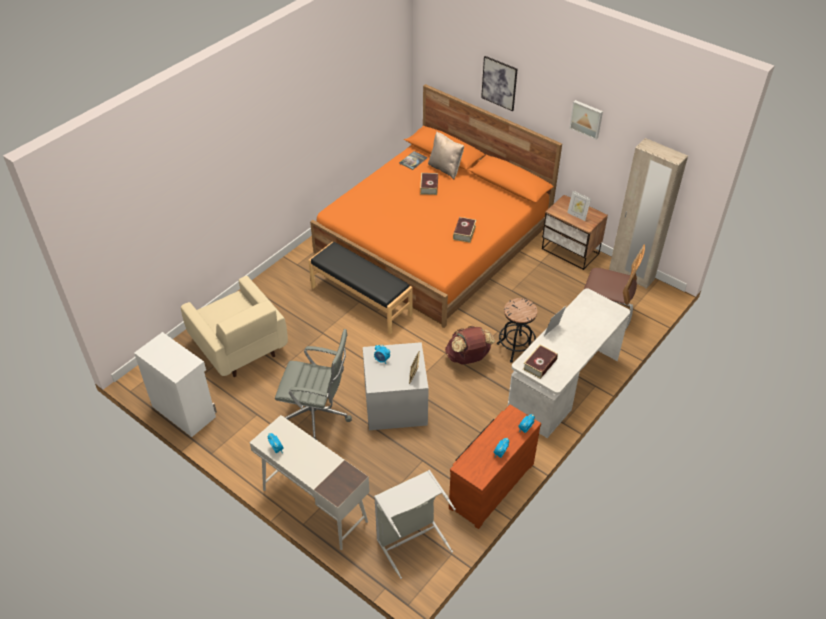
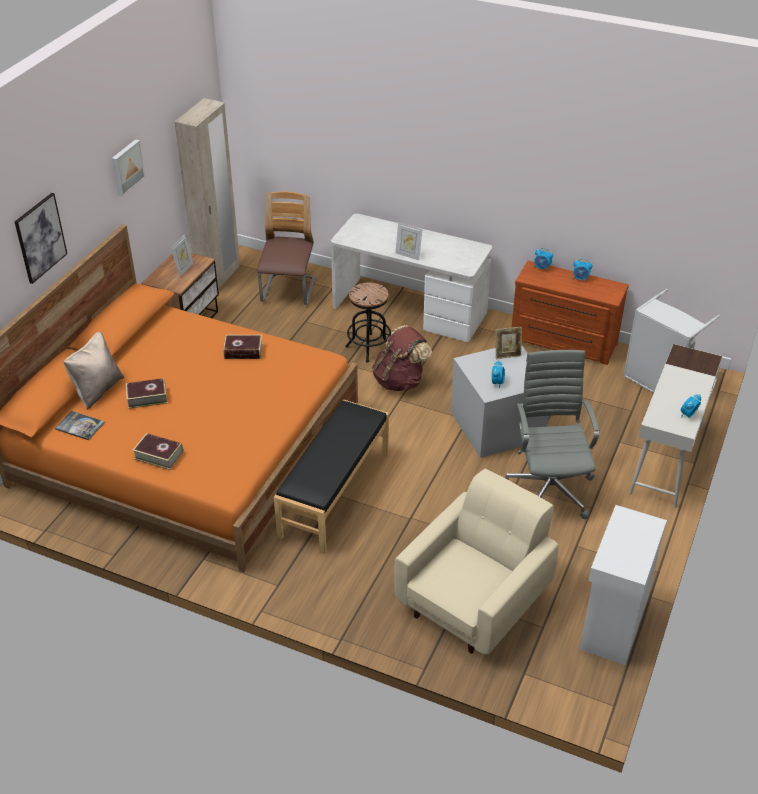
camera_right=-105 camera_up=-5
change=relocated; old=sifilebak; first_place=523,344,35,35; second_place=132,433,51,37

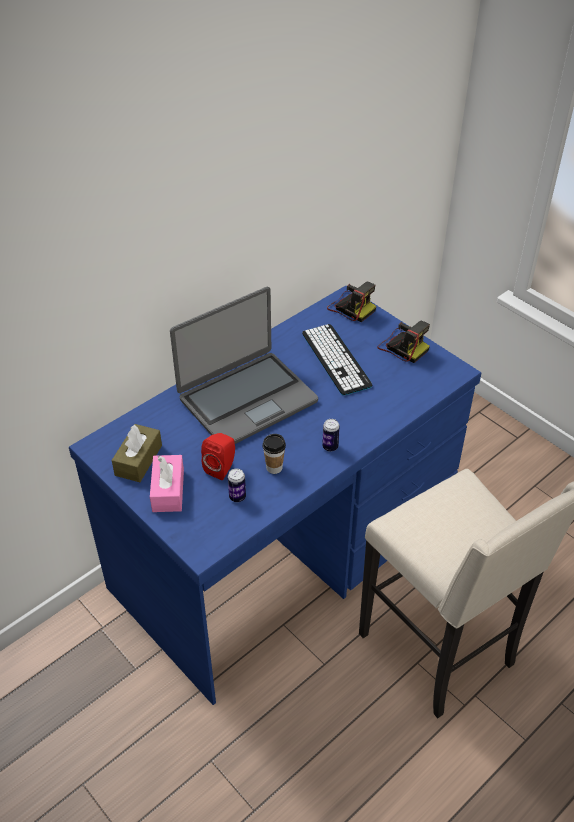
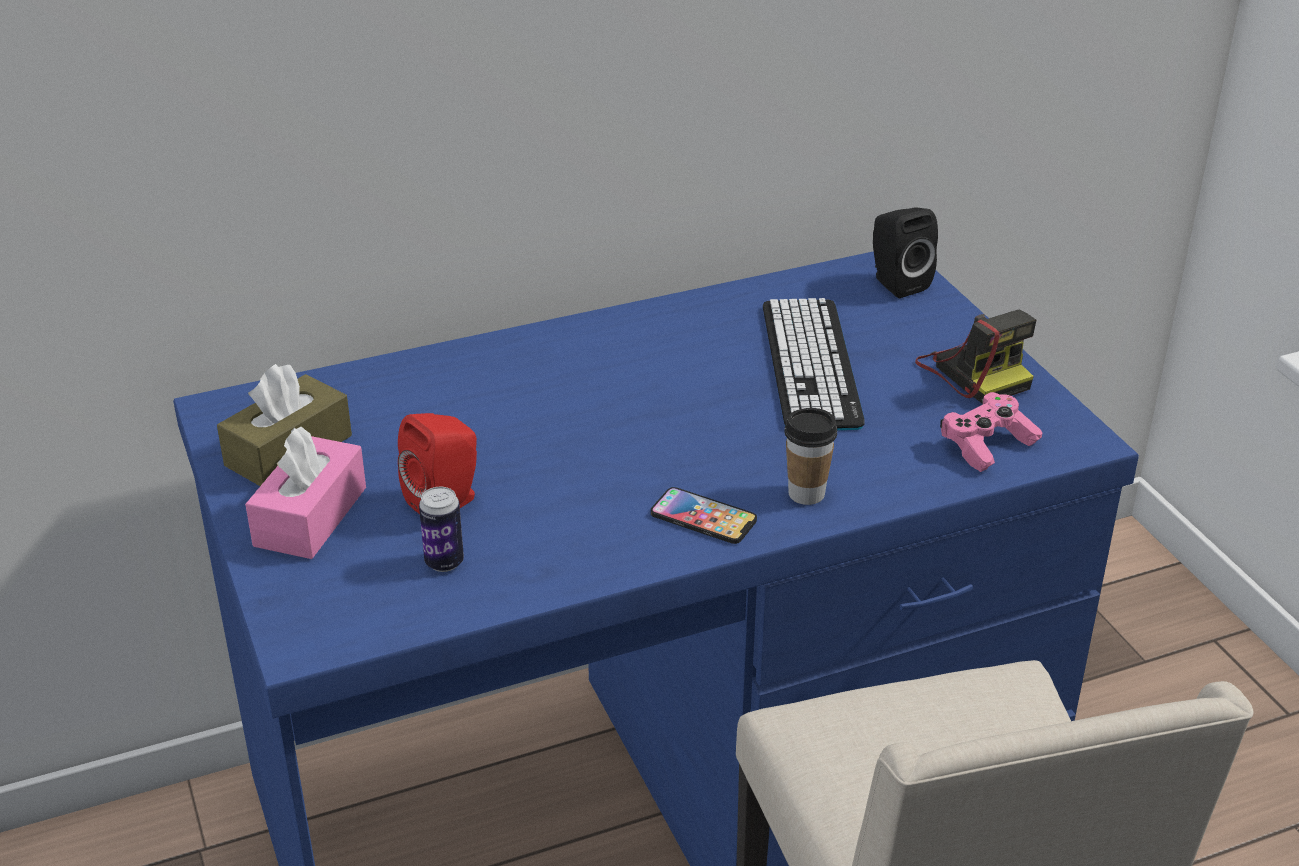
camera_right=20 camera_up=-10
change=exchanged; old=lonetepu; new=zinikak; first_place=322,419,18,33; second_place=651,487,106,57
change=relocated; old=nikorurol; first_place=262,434,24,40; second_place=784,408,53,97
change=exchanged; old=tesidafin; new=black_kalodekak; first_place=327,282,49,40; second_place=873,207,65,91
change=appeared; new=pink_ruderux; second_place=940,392,102,80
change=missing; old=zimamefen; first_place=170,287,148,157

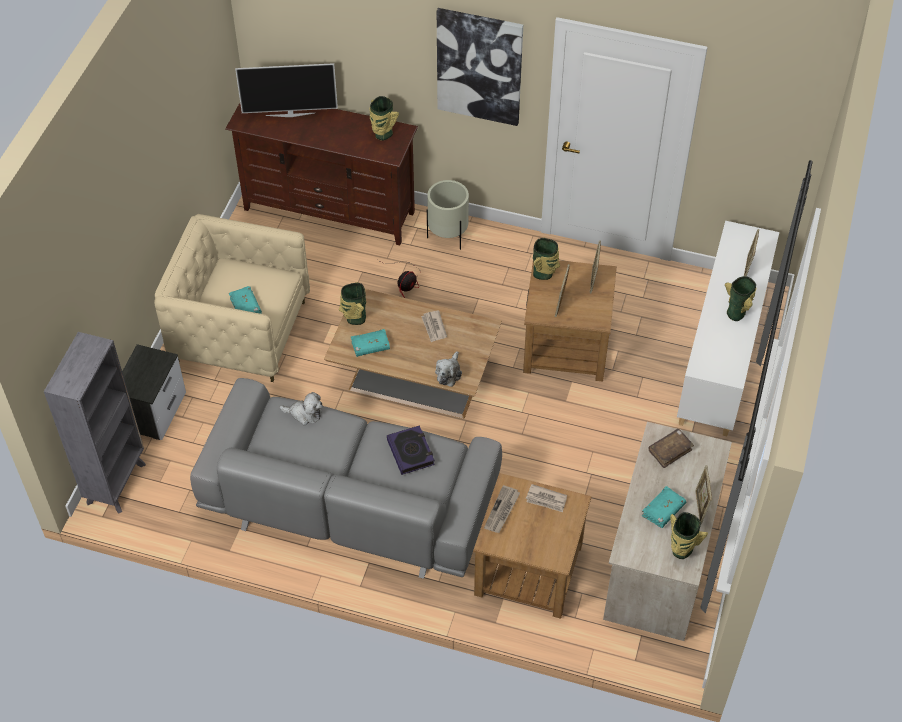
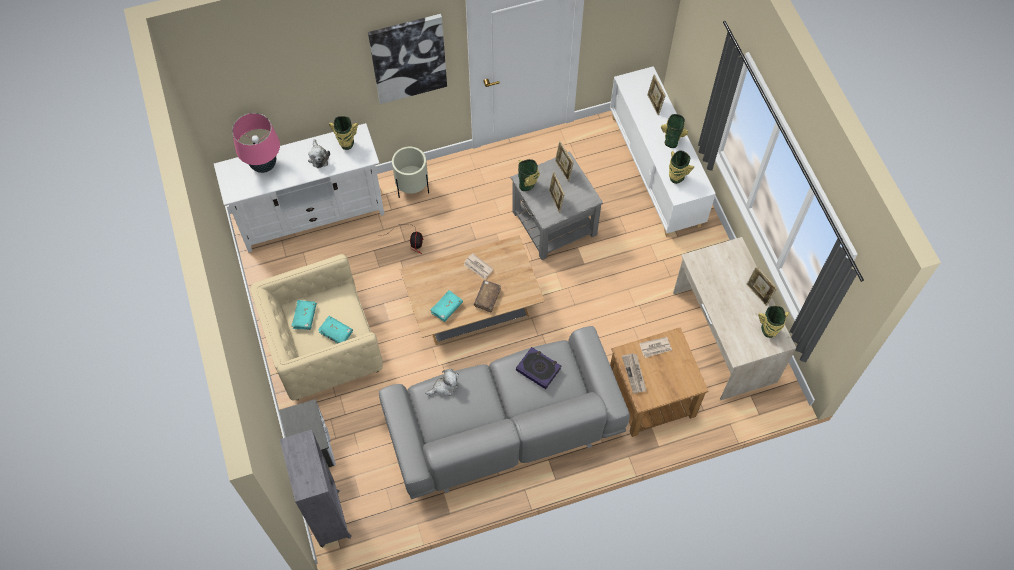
camera_right=-35 camera_up=10
change=colour; old=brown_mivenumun; new=white_mivenumun; first_place=225,103,193,143; second_place=214,123,171,130
change=exchanged; old=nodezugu; new=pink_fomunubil; first_place=235,63,103,54; second_place=232,113,48,60
change=relocated; old=turquoise_sifilebak; first_place=642,486,44,42; second_place=291,300,26,30
change=relocated; old=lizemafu; first_place=435,351,27,36; second_place=308,139,22,29
change=relocated; old=brown_sifilebak; first_place=649,429,45,39; second_place=474,280,27,32
change=colour; old=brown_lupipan; new=grey_lupipan; first_place=523,260,94,122; second_place=511,151,92,109
change=relocated; old=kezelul; first_place=339,282,27,43; second_place=669,150,25,34

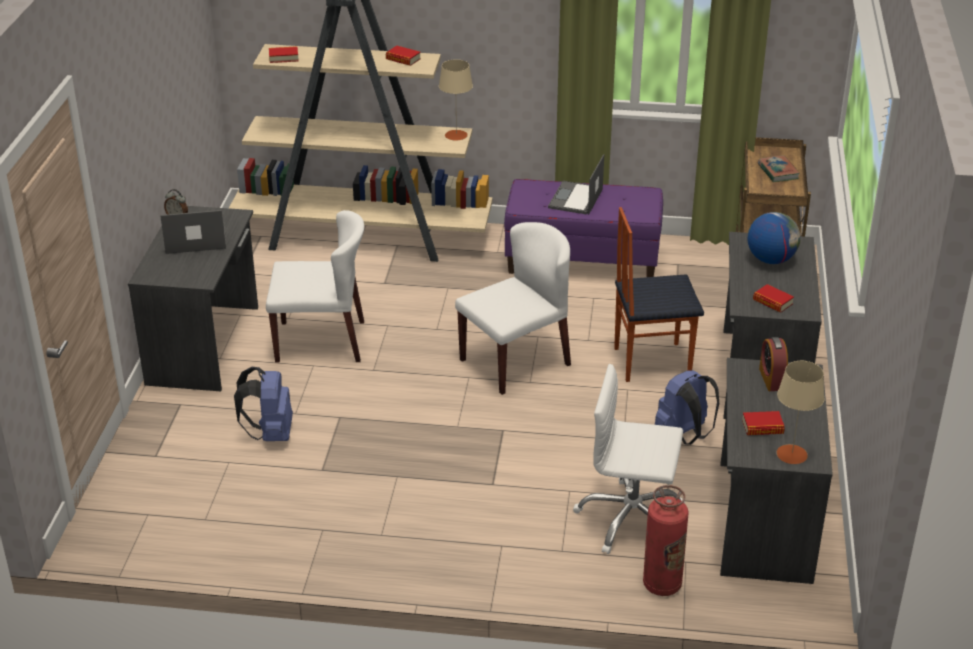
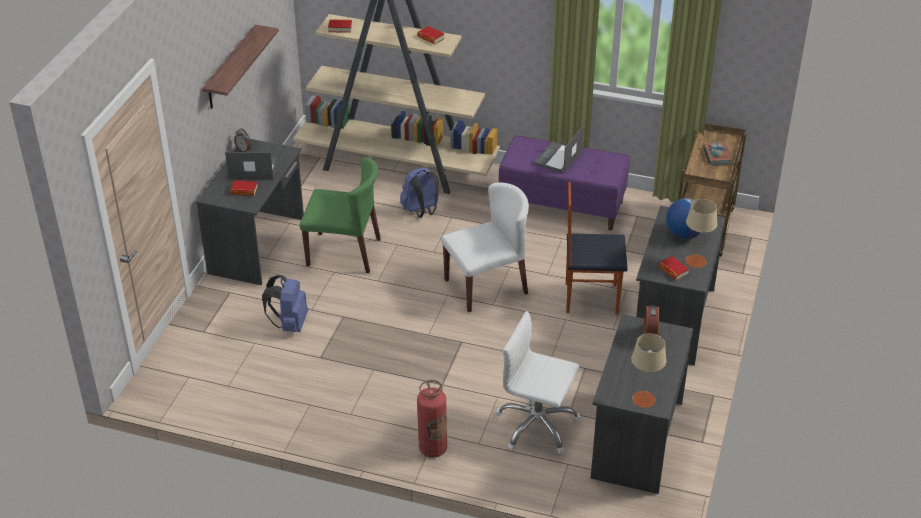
camera_right=10 camera_up=5
change=appeared; new=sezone; second_place=202,25,77,84
change=relocated; old=sifilebak; first_place=742,411,43,24; second_place=230,180,28,16
change=colour; old=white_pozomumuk; new=green_pozomumuk; first_place=266,210,98,153; second_place=300,157,81,116
change=relocated; old=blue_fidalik; first_place=655,370,64,75; second_place=400,168,39,50
change=relocated; old=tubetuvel; first_place=643,485,46,111; second_place=417,380,30,78
change=relocated; old=beige_fomunubil; first_place=439,59,34,82; second_place=686,199,31,69

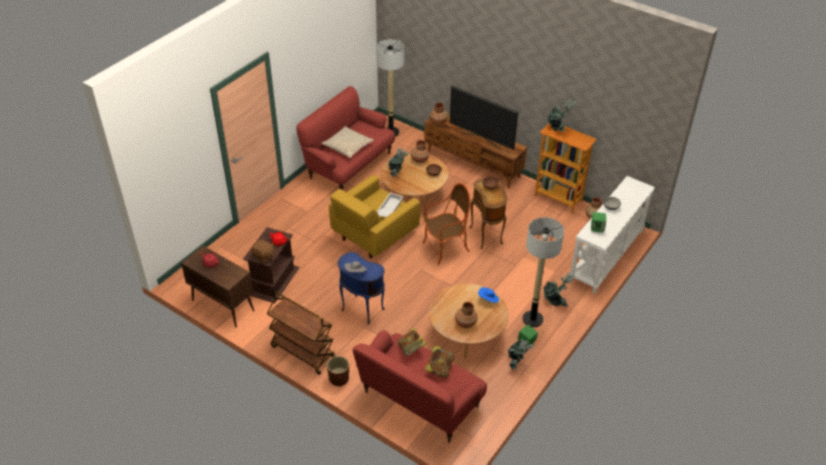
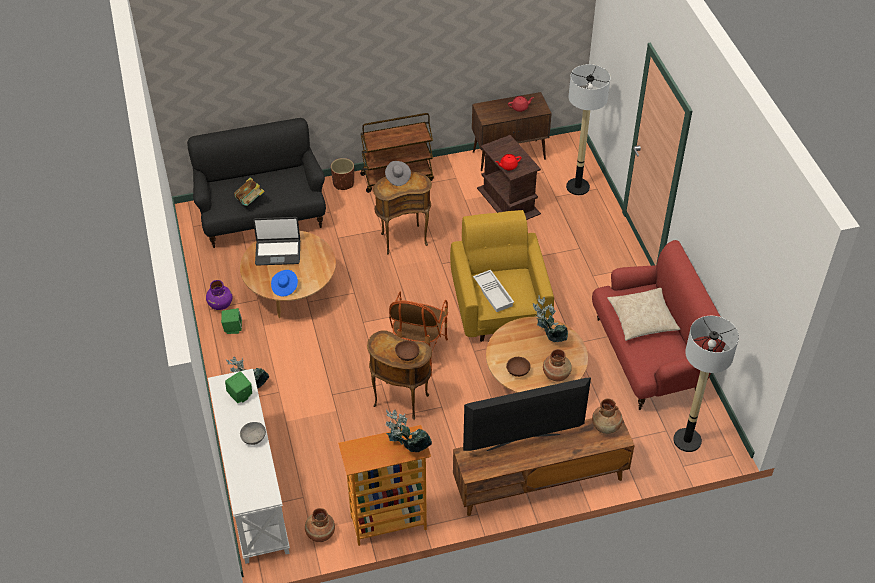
camera_right=130 camera_up=5
change=colour; old=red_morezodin; new=black_morezodin; first_place=353,330,134,113; second_place=187,118,139,130
change=exchanged; old=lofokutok; new=purple_kezelul; first_place=508,339,27,31; second_place=206,280,26,30
change=exchanged; old=brown_kezelul; new=zimamefen; first_place=455,302,22,26; second_place=253,217,47,49
change=colour; old=blue_lupipan; new=brown_lupipan; first_place=338,252,47,73; second_place=373,172,59,82
change=relocated; old=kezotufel; first_place=523,217,41,110; second_place=566,64,44,131
change=missing; old=brown_lizemafu; first_place=251,239,24,24
change=missing; old=sifilebak; first_place=398,328,28,27

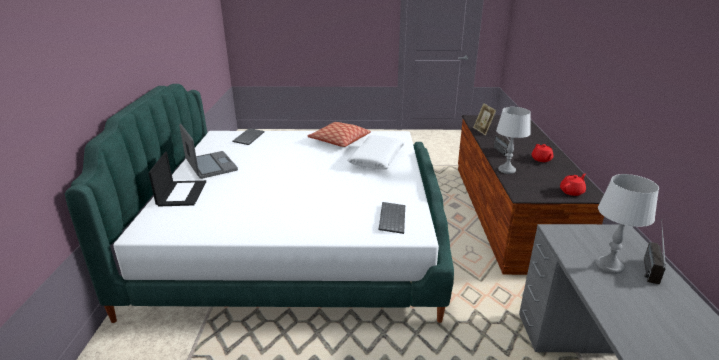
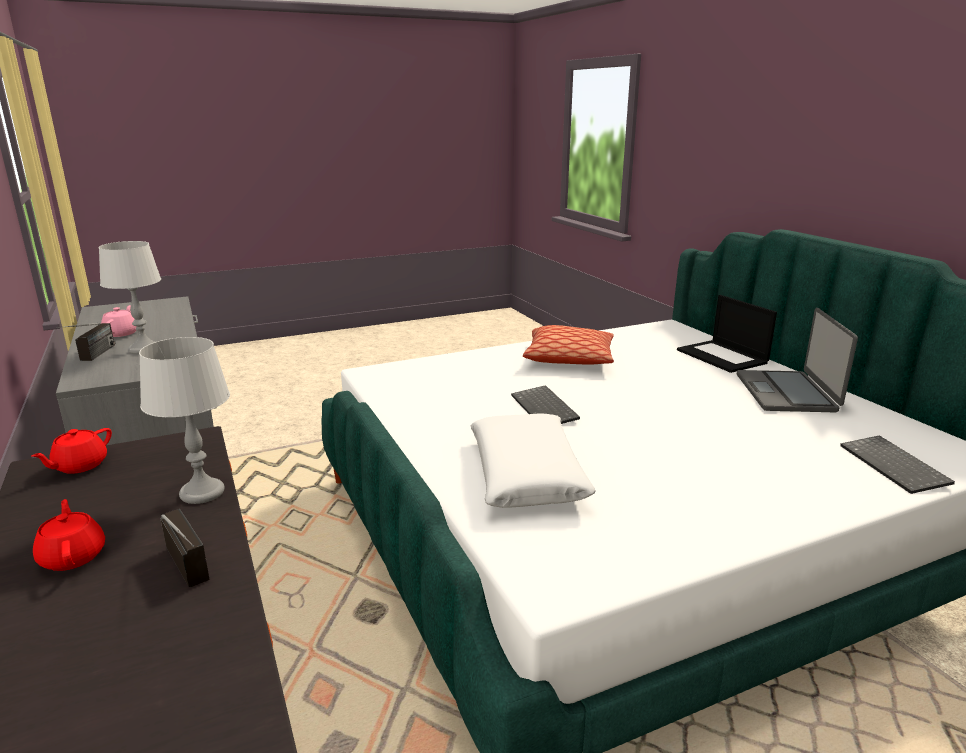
camera_right=155 camera_up=-5
change=appeared; new=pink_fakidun; second_place=101,305,36,32
change=relocated; old=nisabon; first_place=378,202,27,32; second_place=511,385,69,39
change=relocated; old=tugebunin; first_place=308,122,63,25; second_place=523,325,91,40
change=spun; old=zimamefen; first_place=179,124,59,55; second_place=737,308,121,104; degrees=60
change=missing; old=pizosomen; first_place=473,103,23,32

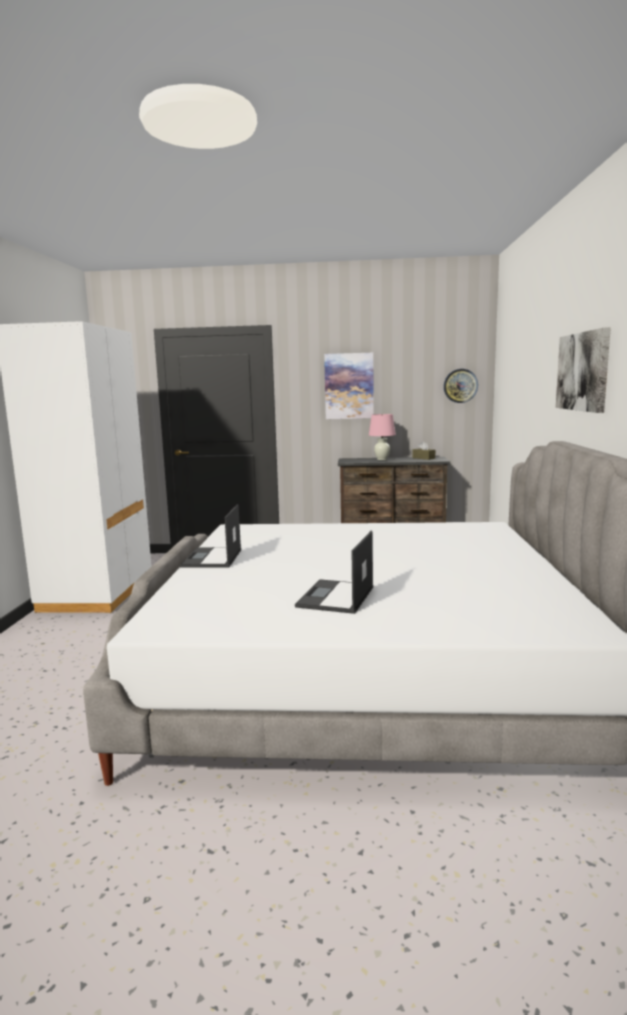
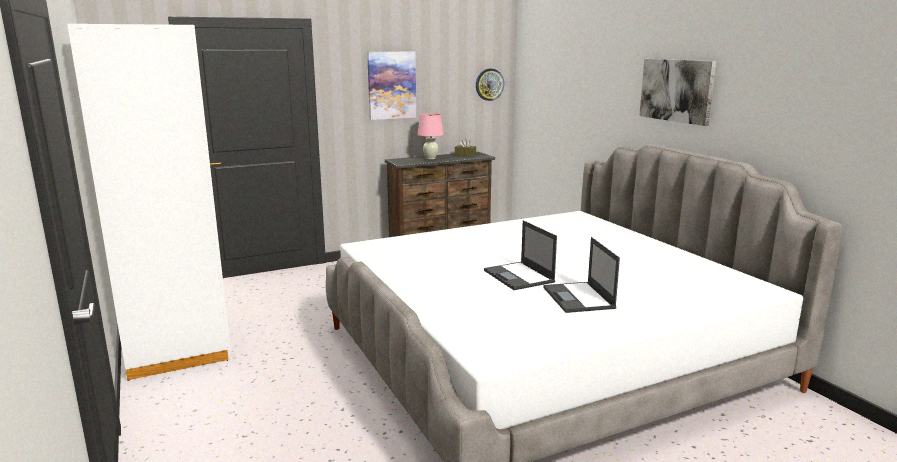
camera_right=-30 camera_up=5
change=relocated; old=zimamefen; first_place=180,504,61,64; second_place=484,220,73,70

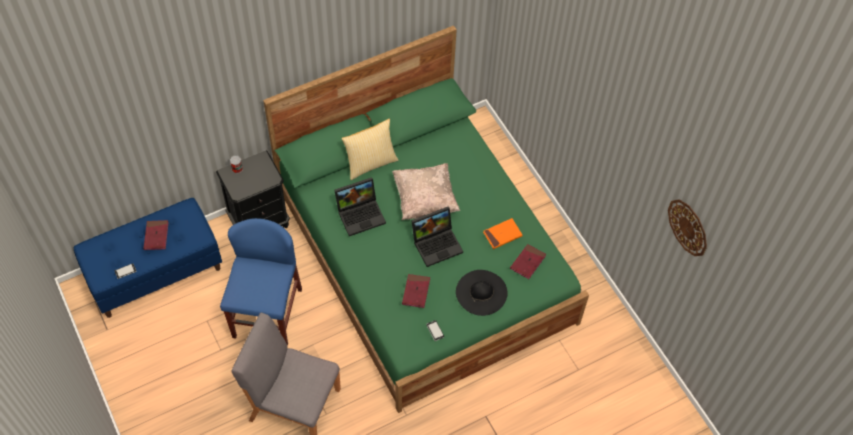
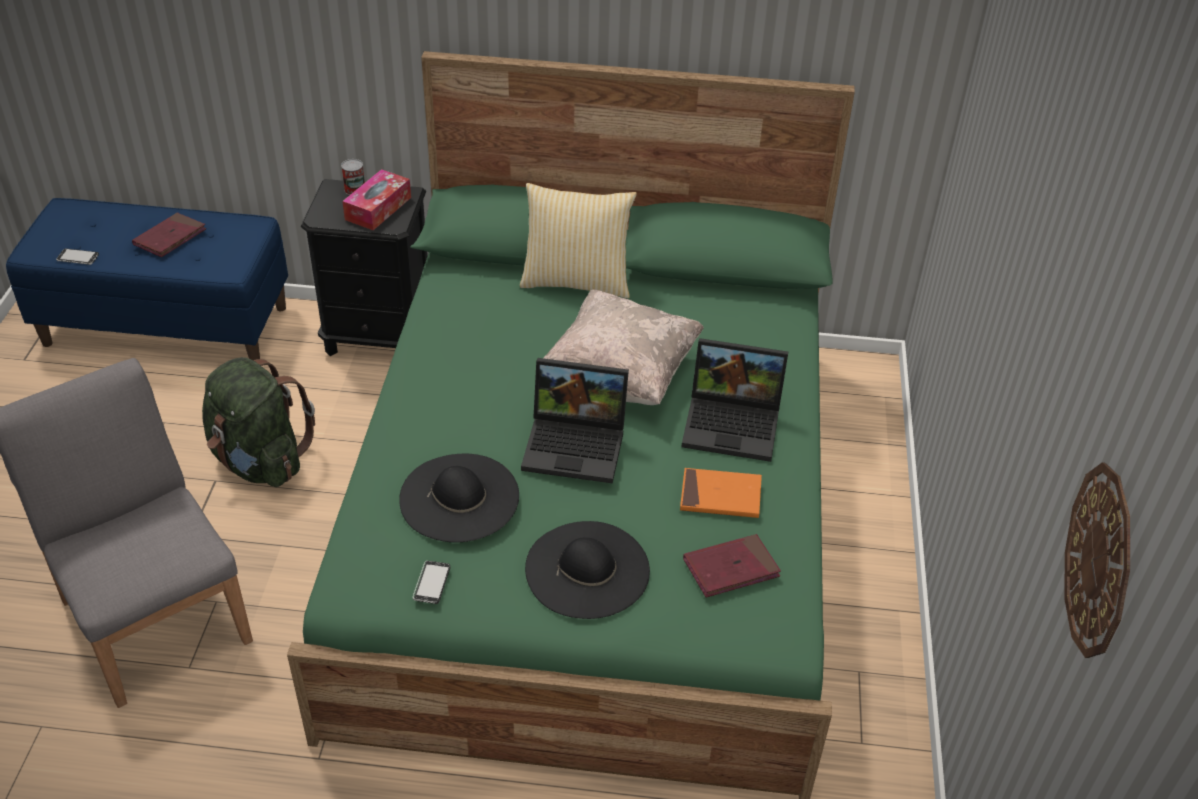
camera_right=35 camera_up=-15
change=exchanged; old=blue_pozomumuk; new=green_fidalik; first_place=220,218,82,128; second_place=202,357,113,130
change=appeared; new=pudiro; second_place=342,169,69,61
change=exchanged; old=red_sifilebak; new=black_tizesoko; first_place=402,274,28,34; second_place=399,454,120,88
change=relocated; old=zimamefen; first_place=334,177,52,59; second_place=682,338,106,124

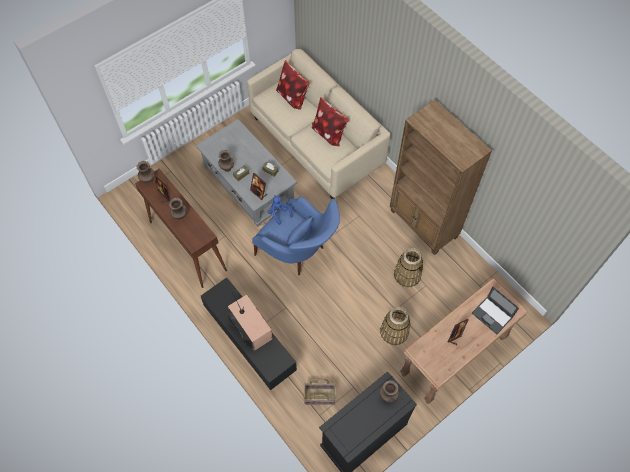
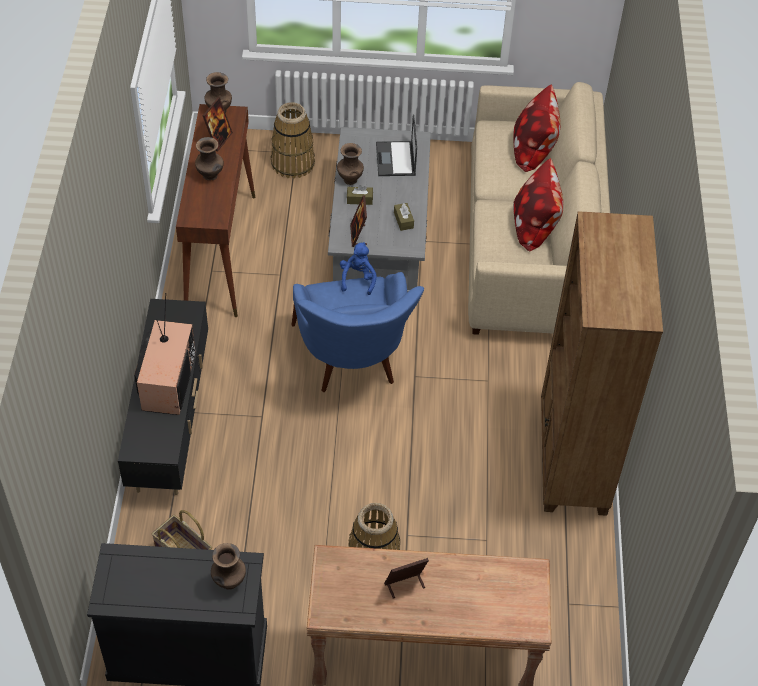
camera_right=40 camera_up=-10
change=relocated; old=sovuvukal; first_place=394,248,29,40; second_place=271,102,44,77
change=relocated; old=zimamefen; first_place=472,287,47,47; second_place=376,115,41,61

